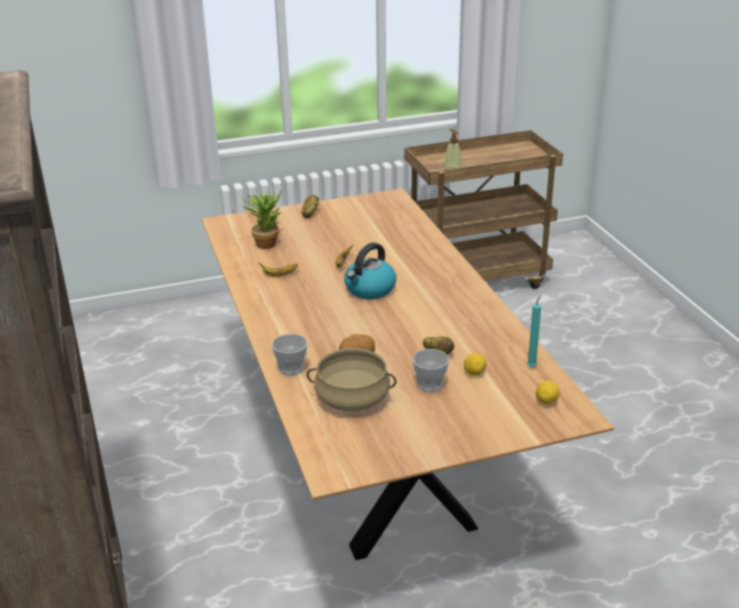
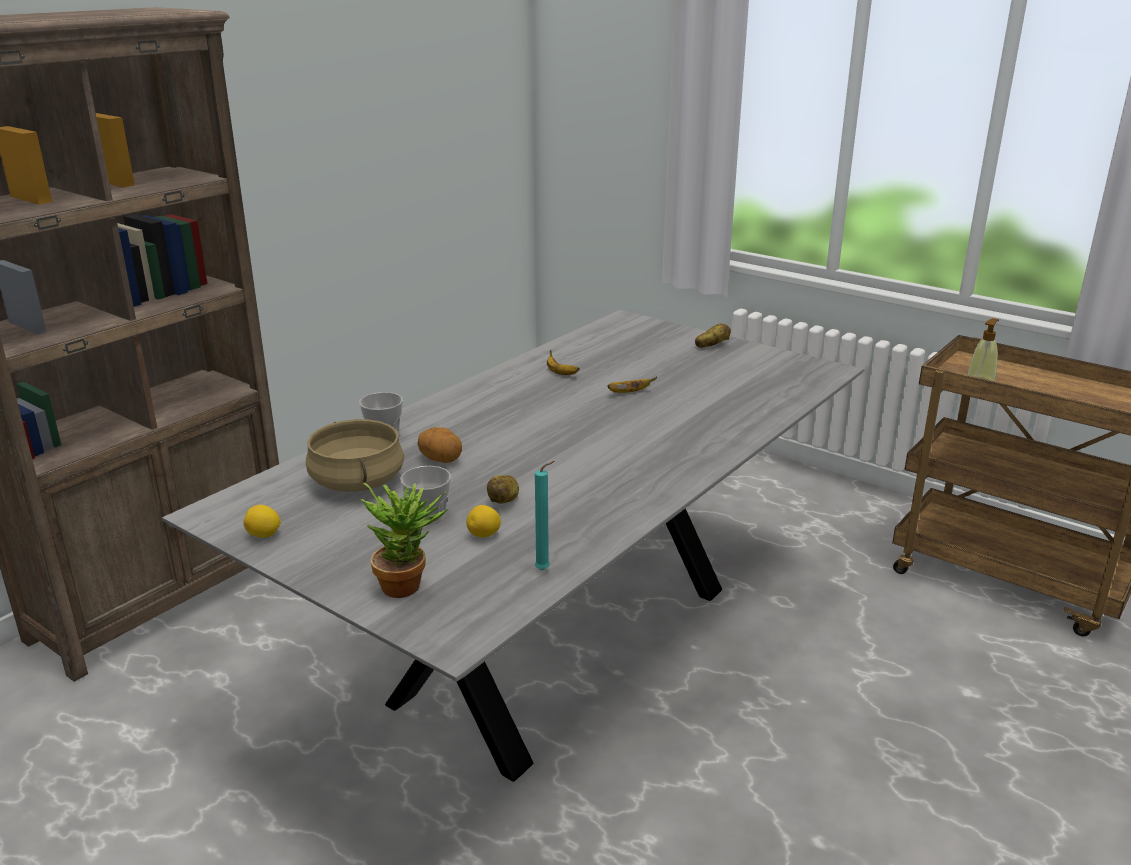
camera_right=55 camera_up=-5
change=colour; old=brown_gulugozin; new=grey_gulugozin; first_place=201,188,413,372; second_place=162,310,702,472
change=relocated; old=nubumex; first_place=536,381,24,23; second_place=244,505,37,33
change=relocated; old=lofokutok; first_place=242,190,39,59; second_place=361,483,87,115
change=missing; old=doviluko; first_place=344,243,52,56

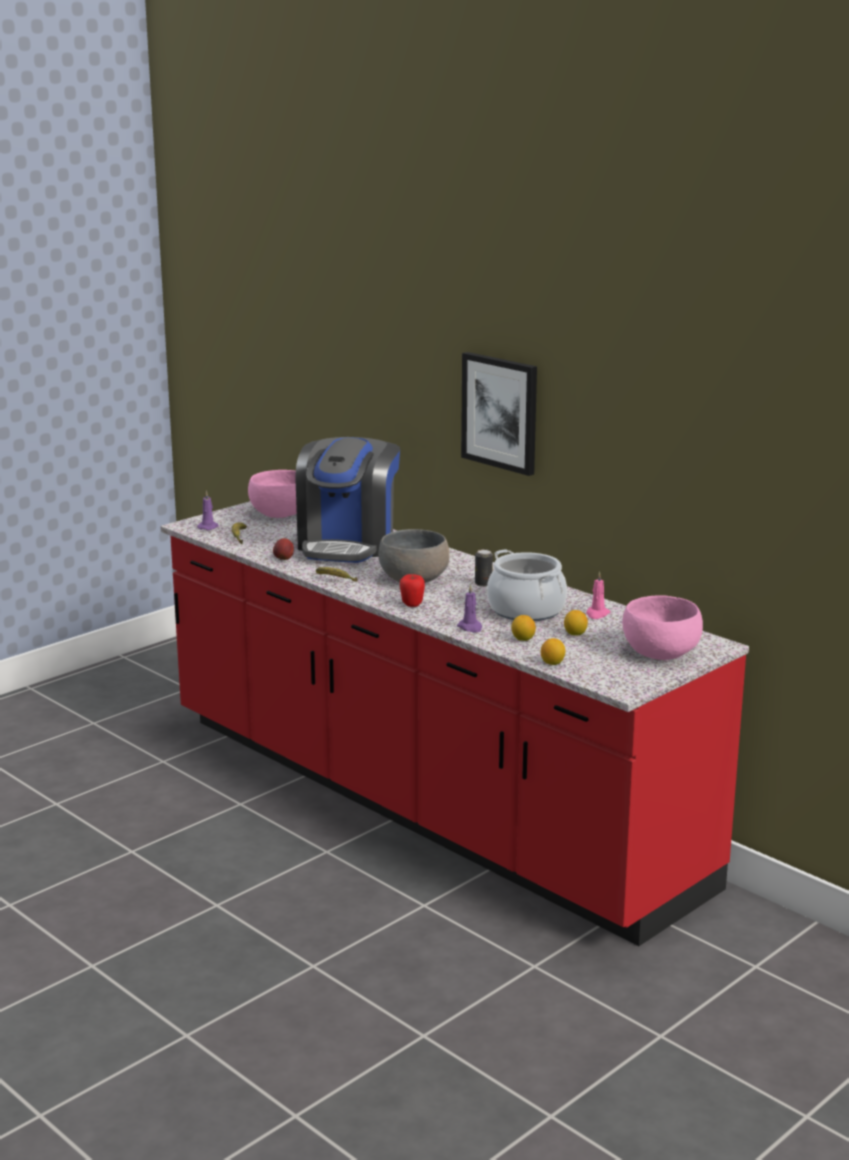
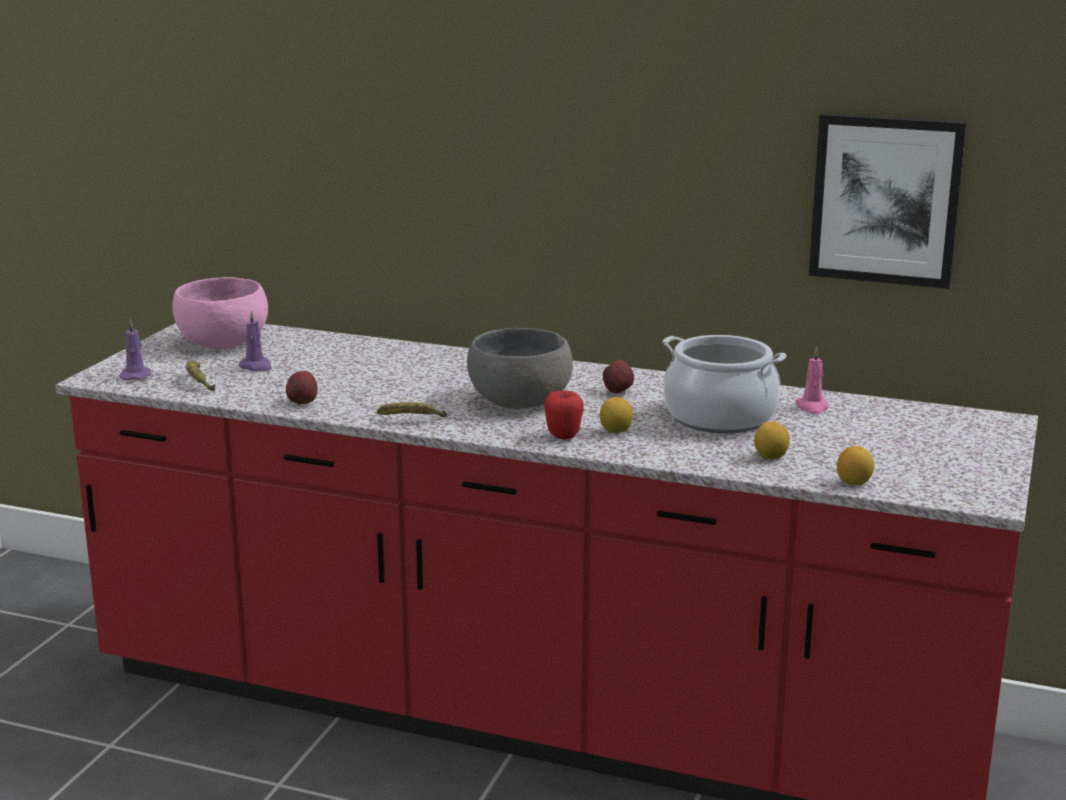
camera_right=-25 camera_up=0
change=relocated; old=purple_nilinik; first_place=457,584,25,49; second_place=238,310,34,61
change=relocated; old=nubumex; first_place=564,610,24,26; second_place=600,397,33,36
change=exchanged; old=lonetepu; new=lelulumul; first_place=475,549,18,38; second_place=603,360,31,34
change=relocated; old=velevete; first_place=461,352,76,124; second_place=809,113,158,176
change=missing; old=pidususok; first_place=296,437,104,126
change=missing; old=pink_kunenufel; first_place=622,595,81,65

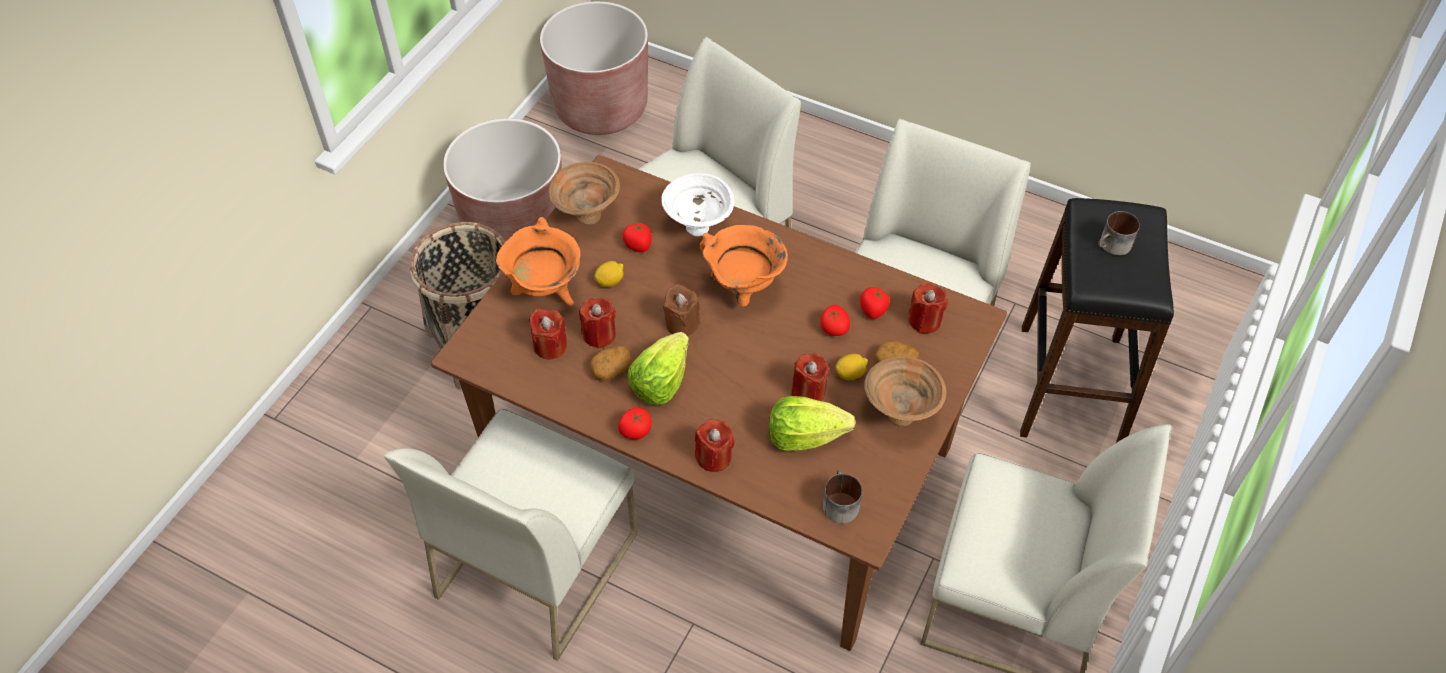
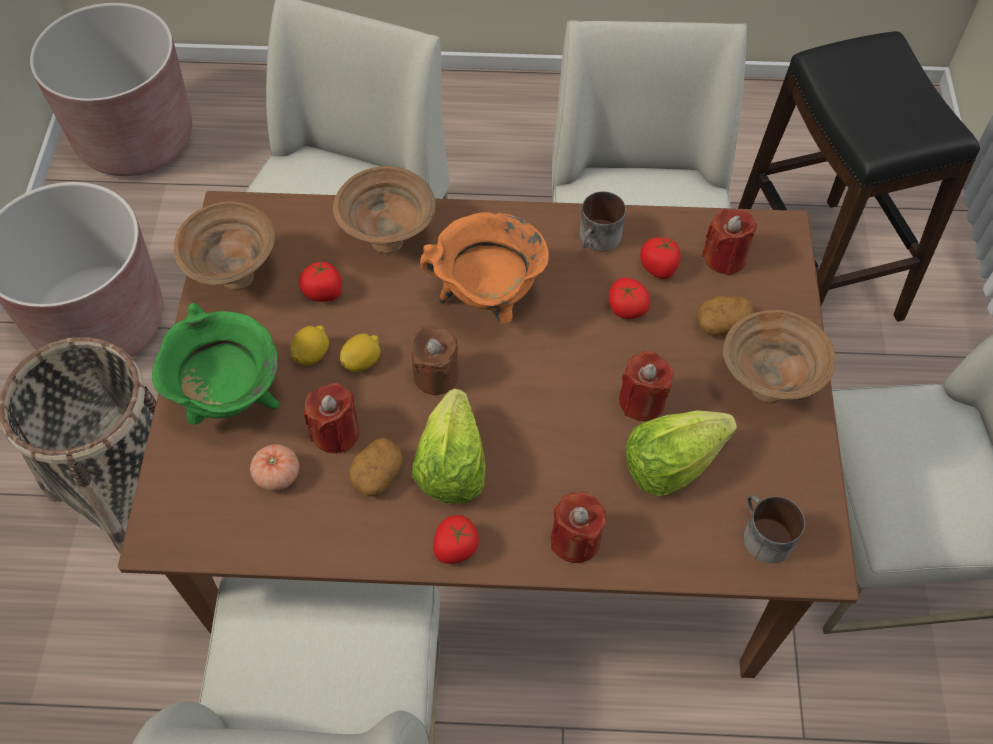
camera_right=-25 camera_up=5
change=colour; old=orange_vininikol; new=green_vininikol; first_place=496,217,85,89; second_place=152,303,128,122
change=exchanged; old=red_nilinik; new=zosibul; first_place=529,308,38,51; second_place=250,444,49,47
change=colour; old=white_kunenufel; new=brown_kunenufel; first_place=661,173,73,63; second_place=333,166,103,88
change=relocated; old=nubumex; first_place=835,354,33,26; second_place=340,334,40,38
change=relocated; old=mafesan; first_place=1098,211,42,44; second_place=580,191,46,60

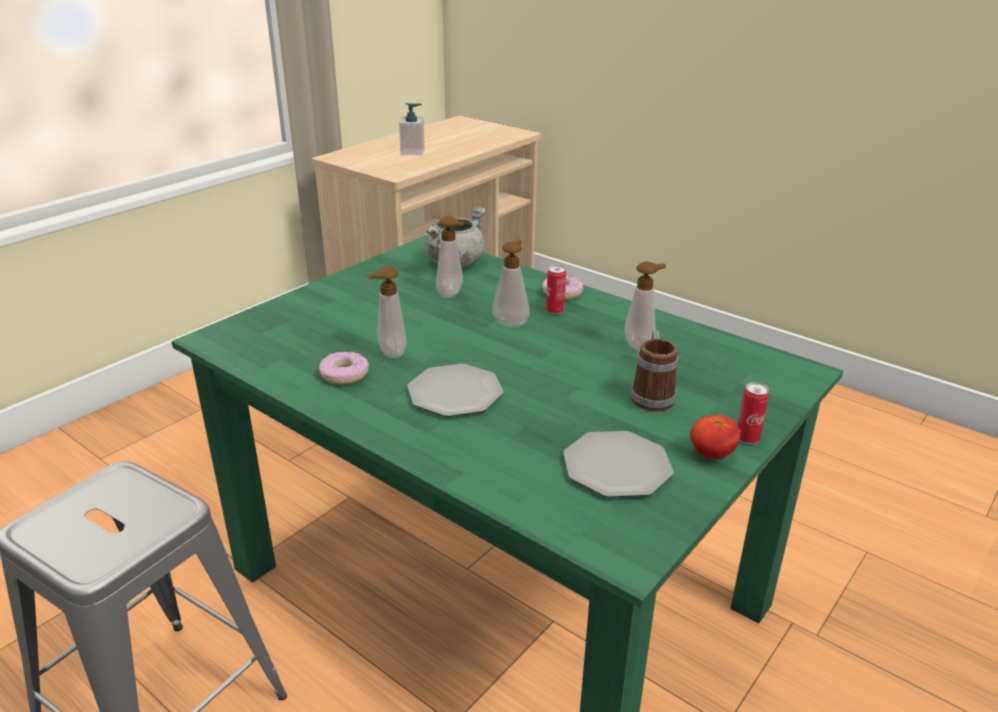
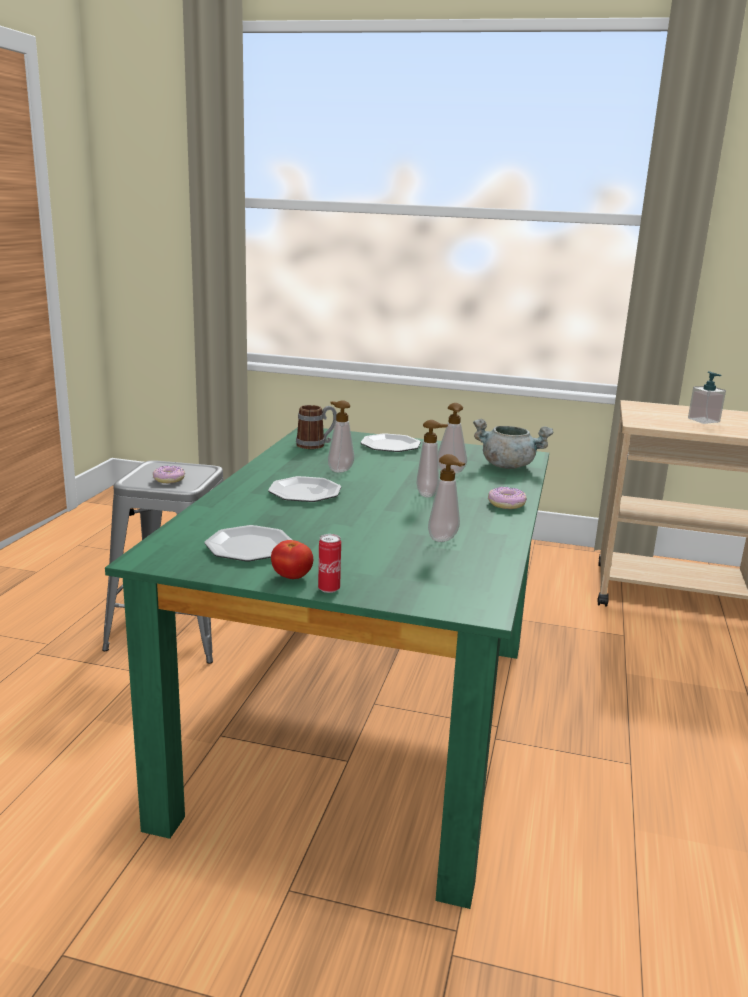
camera_right=65 camera_up=-10
change=relocated; old=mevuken; first_place=319,351,50,34; second_place=153,465,32,18
change=relocated; old=mafesan; first_place=630,330,48,82; second_place=296,405,41,44
change=appeared; new=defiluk; second_place=360,433,61,19
change=missing; old=lonetepu; first_place=546,265,20,50

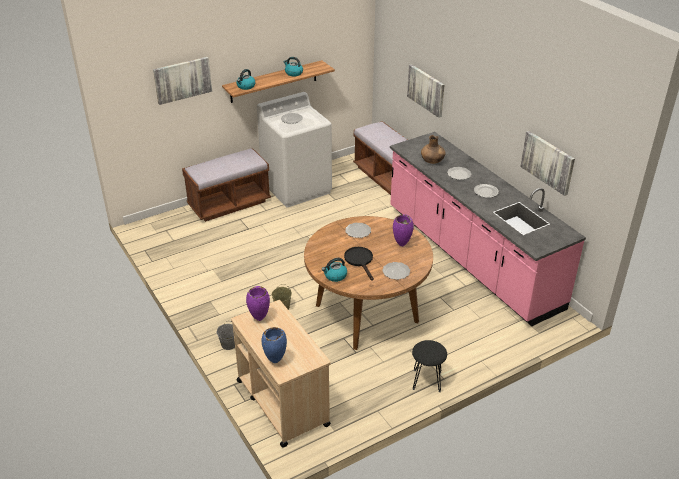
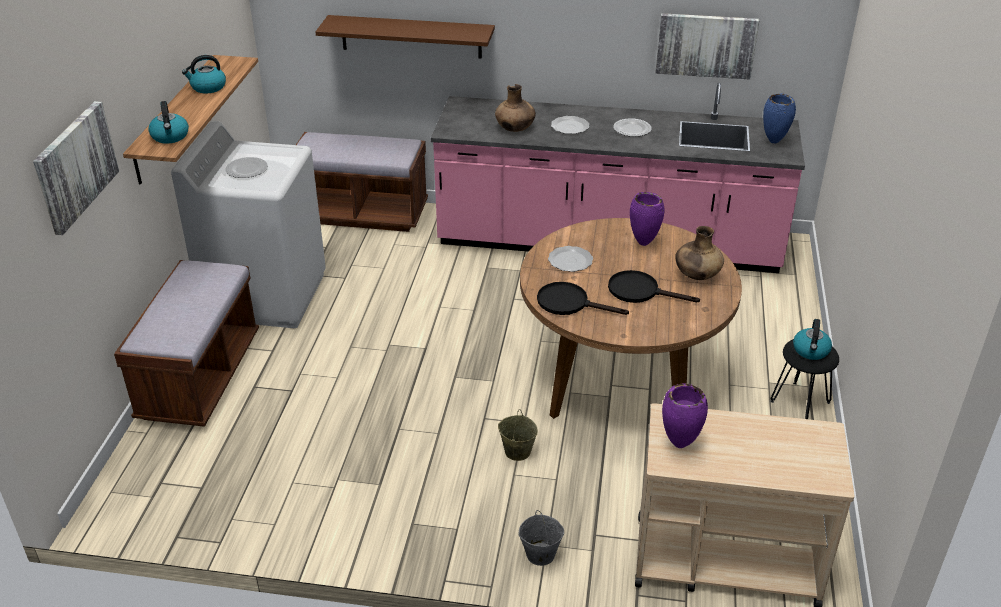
camera_right=-50 camera_up=0
change=exchanged; old=velevete; new=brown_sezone; first_place=407,64,37,54; second_place=315,15,180,44
change=appeared; new=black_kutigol; second_place=537,282,92,33
change=exchanged; old=defiluk; new=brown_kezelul; first_place=382,262,28,18; second_place=675,226,49,54
change=relocated; old=blue_kezelul; first_place=261,327,26,36; second_place=763,93,33,51
change=relocated; old=doviluko; first_place=322,258,25,24; second_place=793,319,39,41

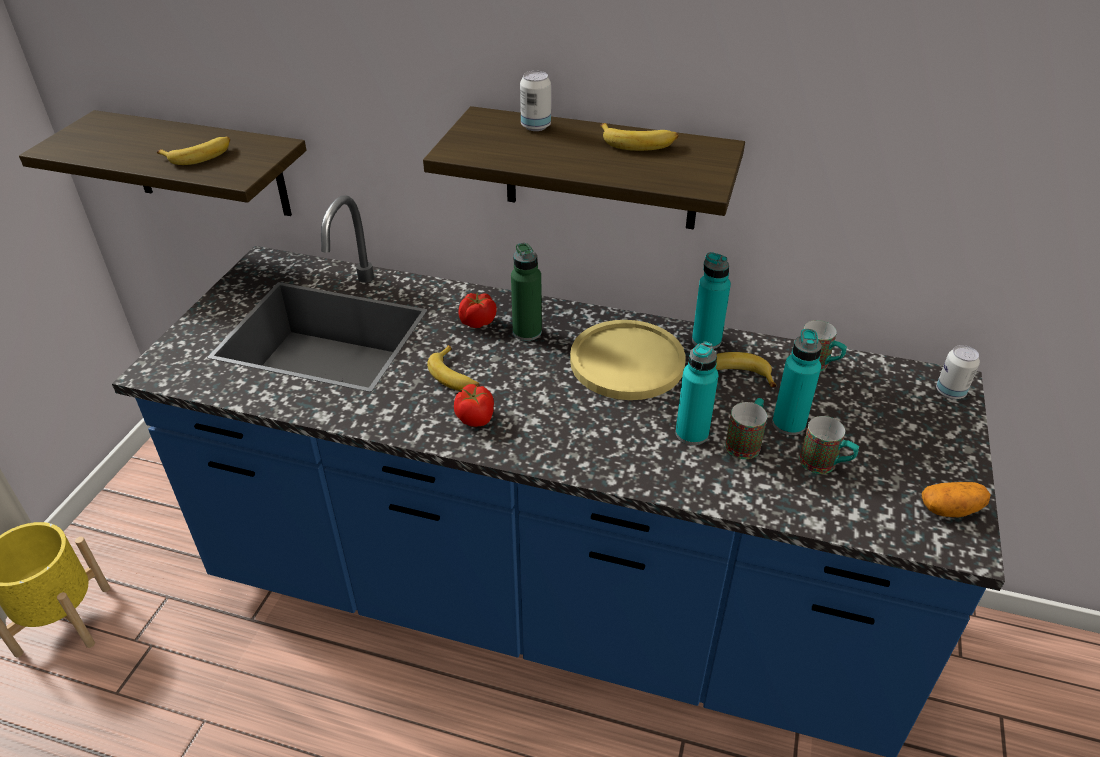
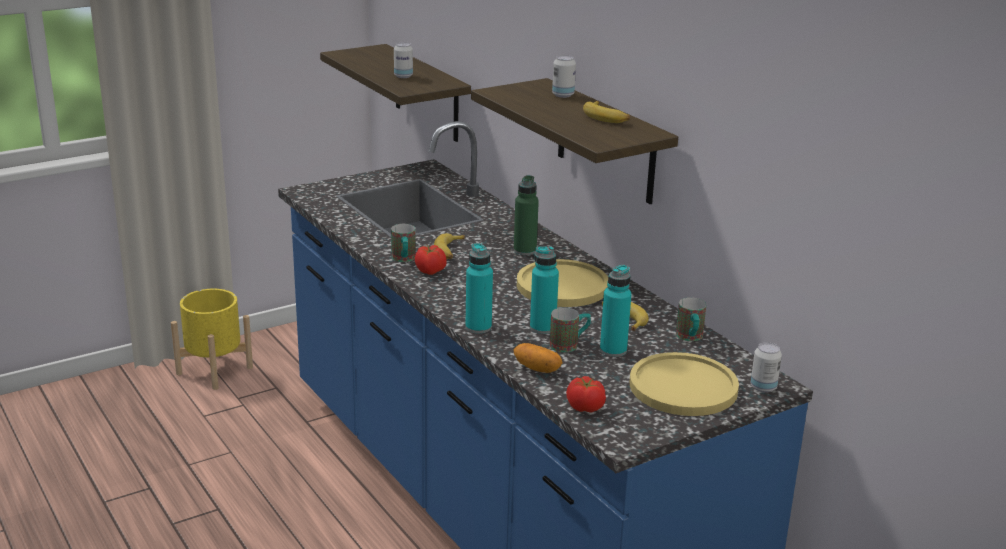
camera_right=40 camera_up=-15
change=relocated; old=mafesan; first_place=799,416,60,58; second_place=391,224,25,38
change=exchanged; old=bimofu; new=lonetepu; first_place=157,137,73,28; second_place=394,42,19,36
change=relocated; old=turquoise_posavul; first_place=692,252,39,97; second_place=465,243,28,91
change=relocated; old=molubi; first_place=922,482,69,36; second_place=514,343,49,30
change=relocated; old=zosibul; first_place=458,293,39,35; second_place=566,376,40,37
change=appeared; new=yellow_defiluk; second_place=630,352,109,64

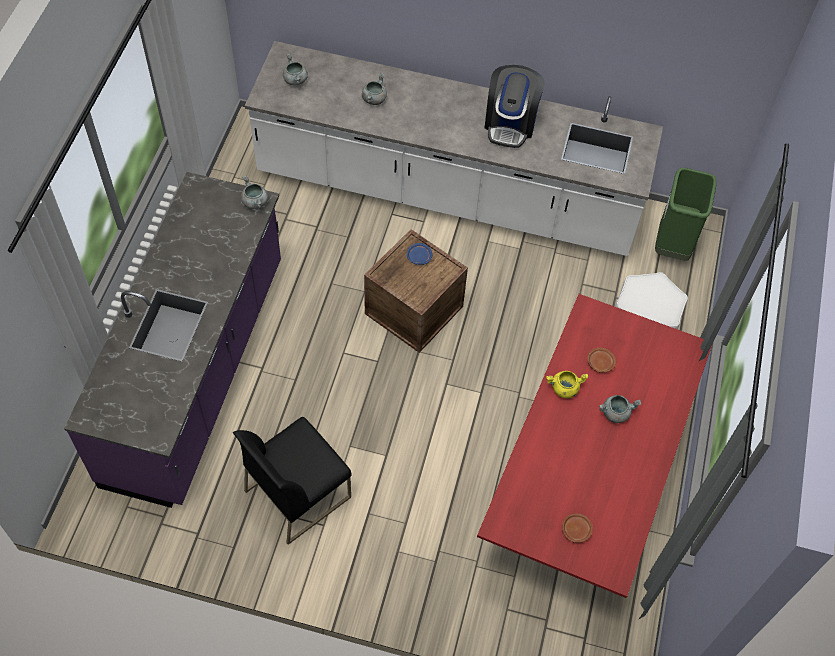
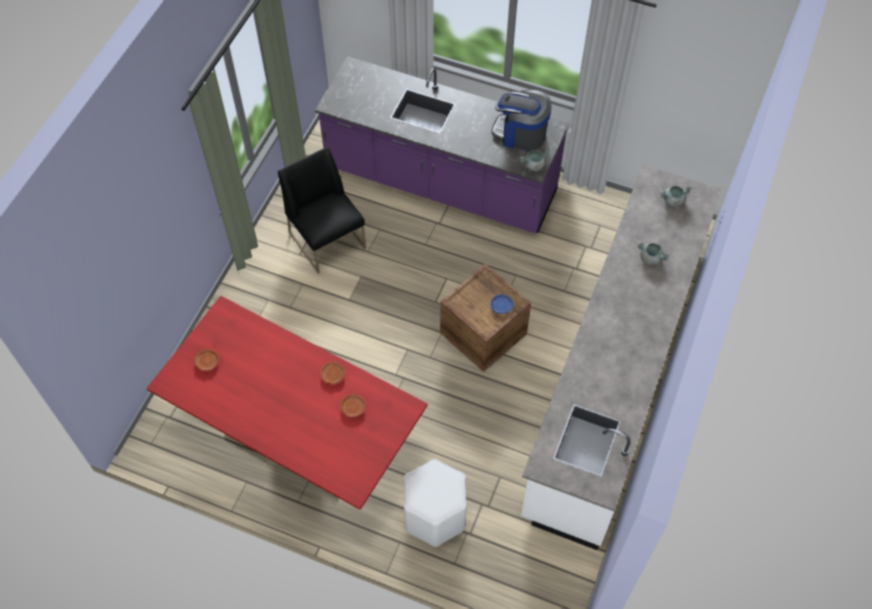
camera_right=100 camera_up=0
change=exchanged; old=yellow_vininikol; new=brown_defiluk; first_place=546,371,42,27; second_place=320,362,25,22
change=relocated; old=pidususok; first_place=485,65,59,83; second_place=491,89,61,62
change=missing; old=grey_vininikol; first_place=599,395,42,28
change=missing; old=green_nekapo; first_place=655,168,62,93

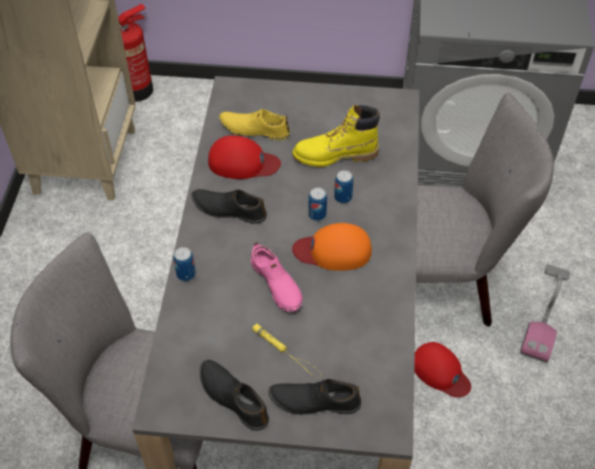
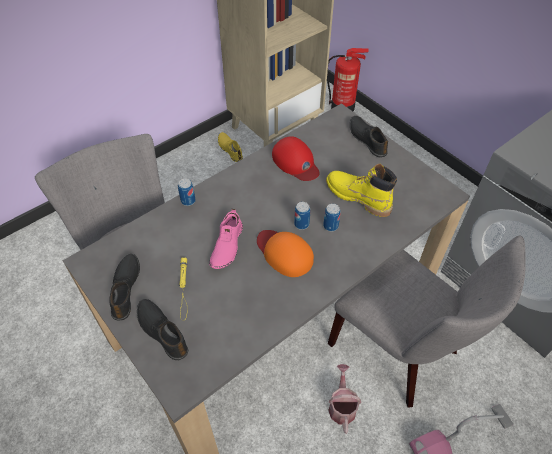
camera_right=45 camera_up=0
change=relocated; old=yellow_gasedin; first_place=219,109,71,31; second_place=218,132,25,30
change=exchanged; old=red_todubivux; new=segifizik; first_place=414,342,57,56; second_place=328,364,33,70
change=relocated; old=black_gasedin; first_place=191,189,76,35; second_place=350,116,38,42

